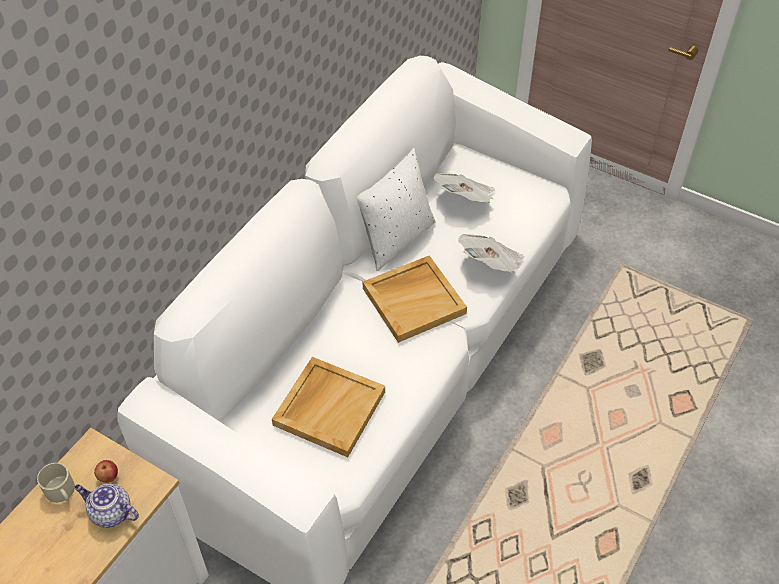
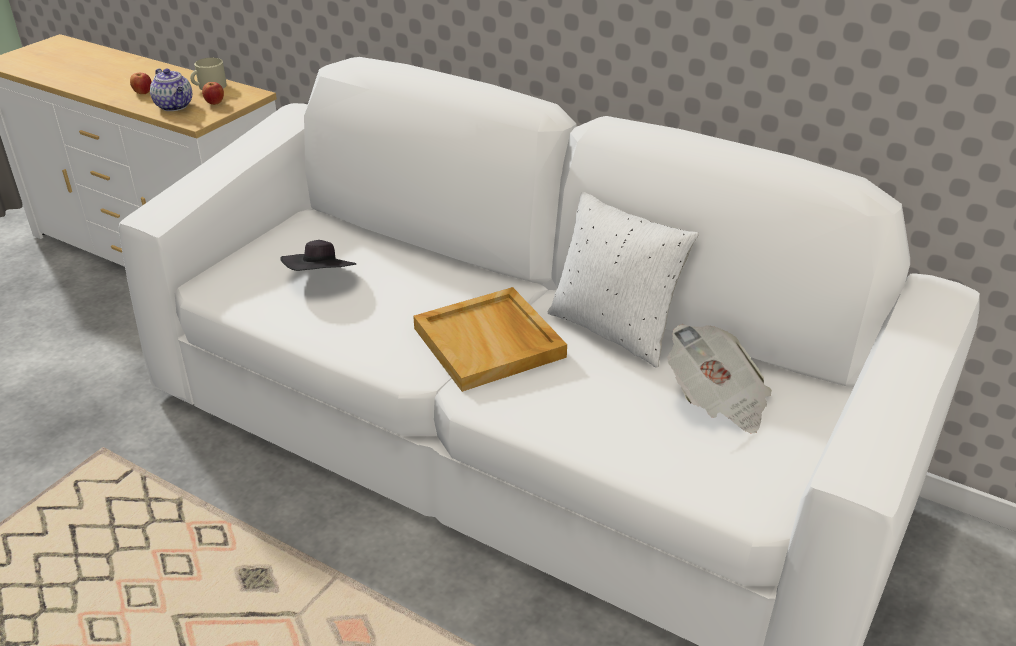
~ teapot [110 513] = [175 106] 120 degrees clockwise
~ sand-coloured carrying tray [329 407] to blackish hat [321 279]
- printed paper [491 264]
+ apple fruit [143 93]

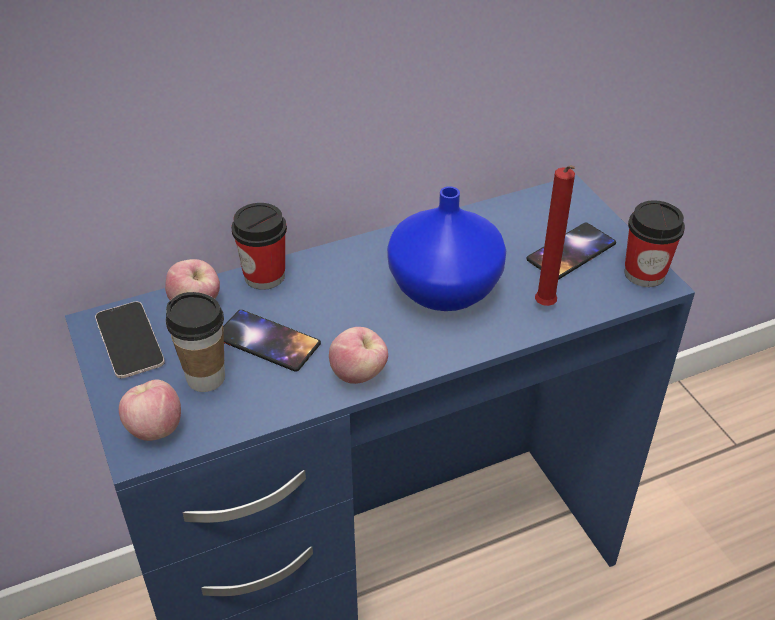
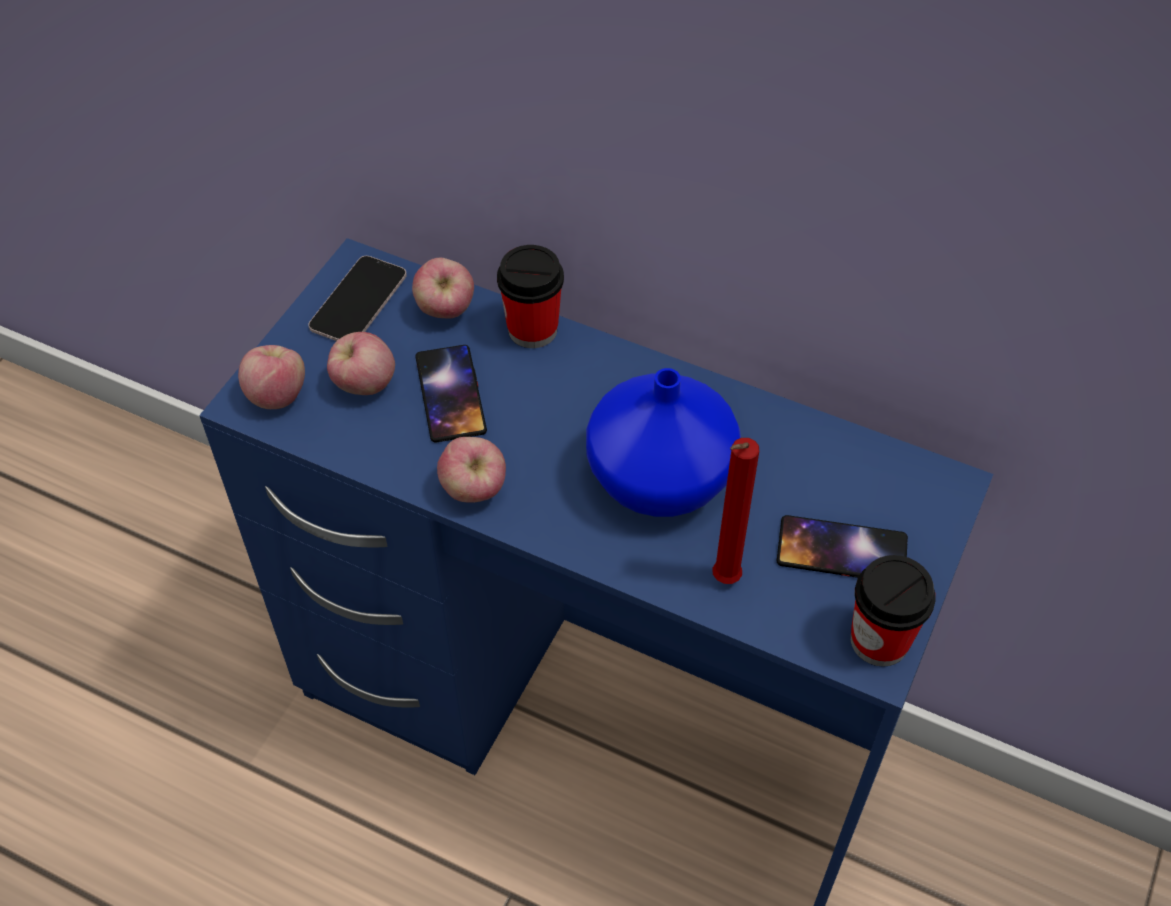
~ small cup [206 378] to apple fruit [364 385]

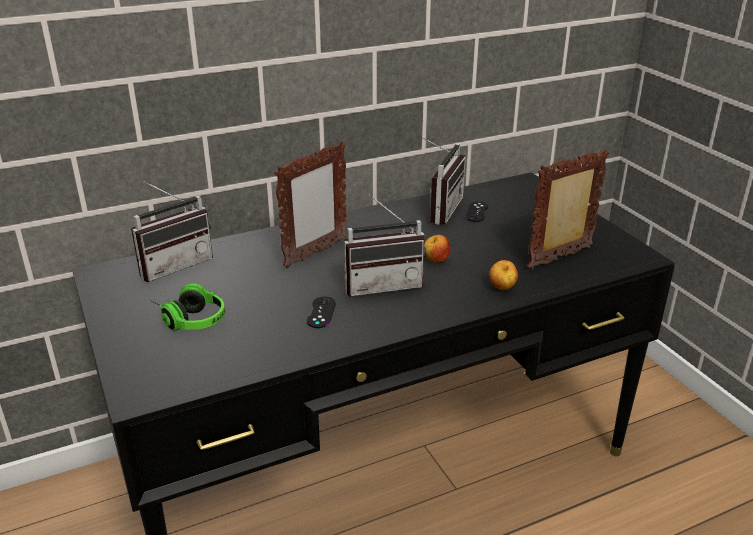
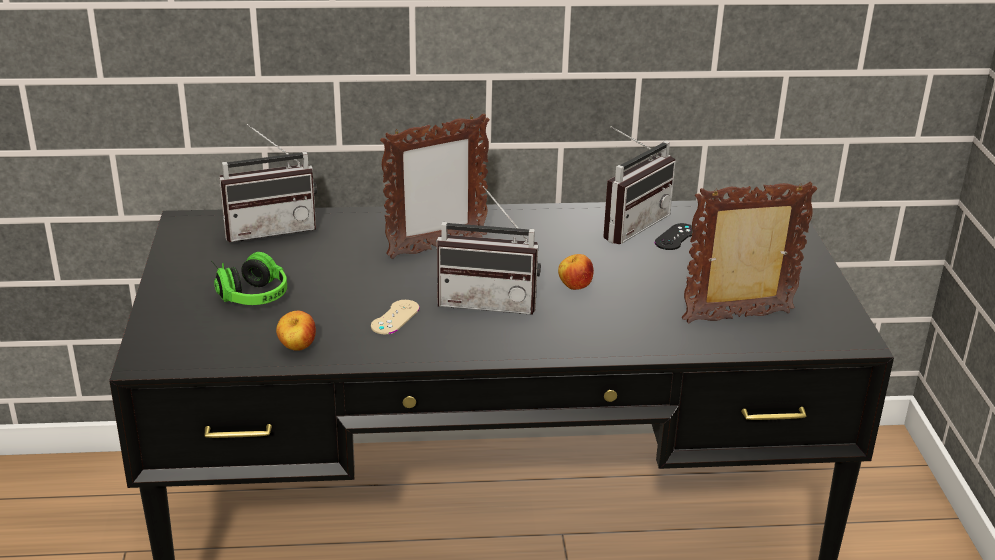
~ blackish joypad [321 312] to sand-coloured joypad [395 317]
~ apple fruit [502 288] to [297 348]

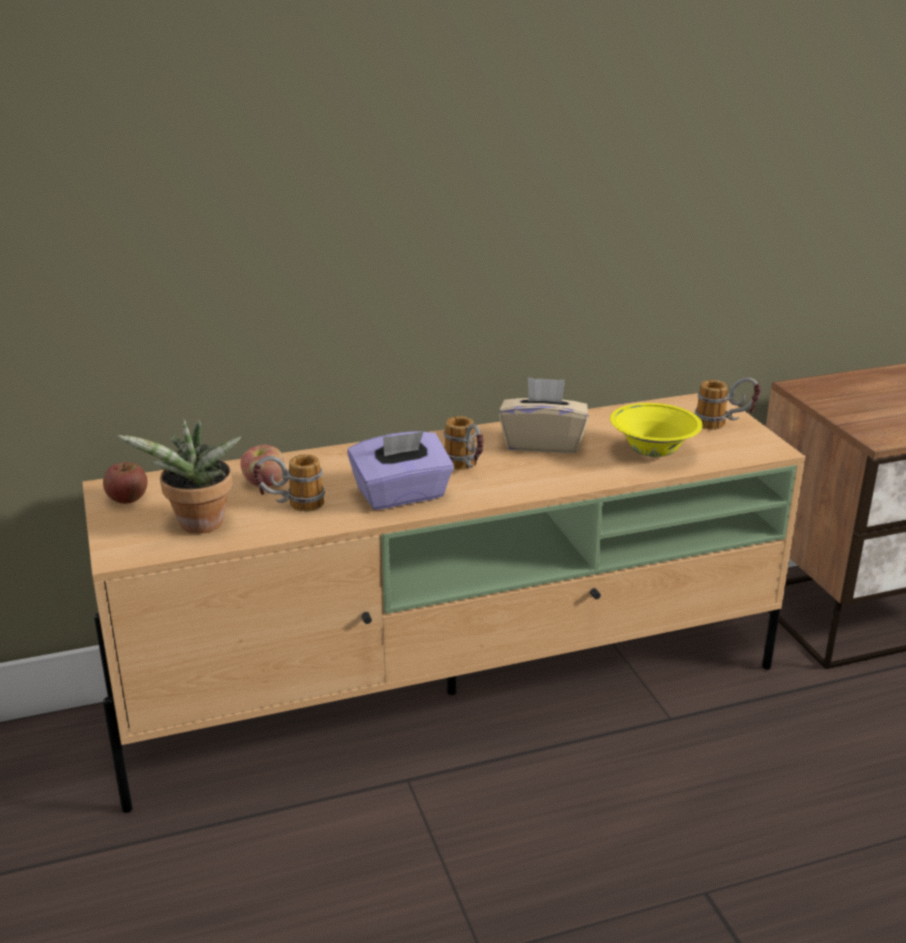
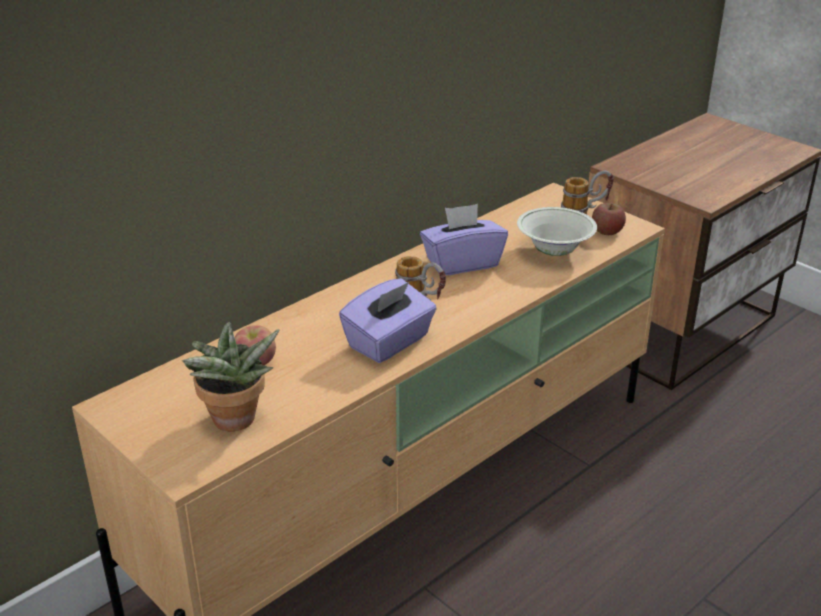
~ apple fruit [127 498] to [607 231]
- tea mug [291 506]
~ sand-coloured box of tissues [543 443] to purplish box of tissues [462 263]
~ yellow-coloured bowl [653 453] to white bowl [554 251]

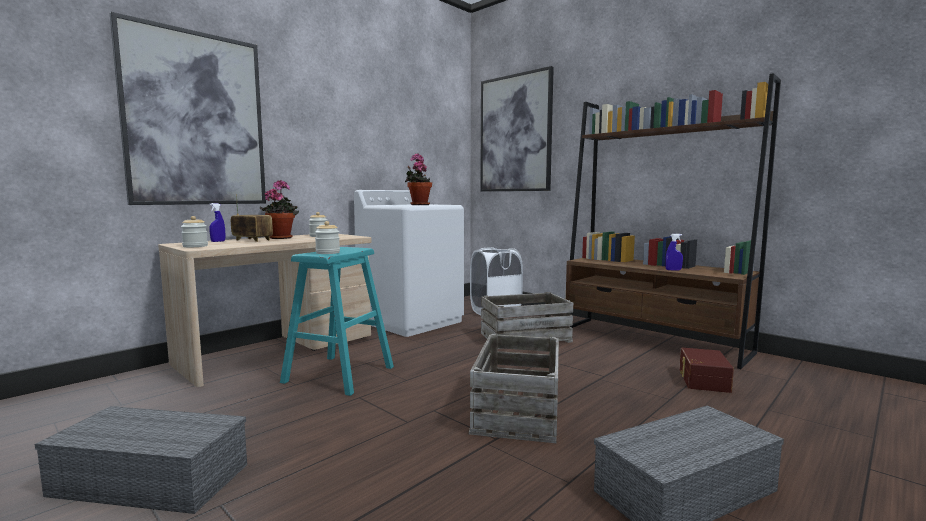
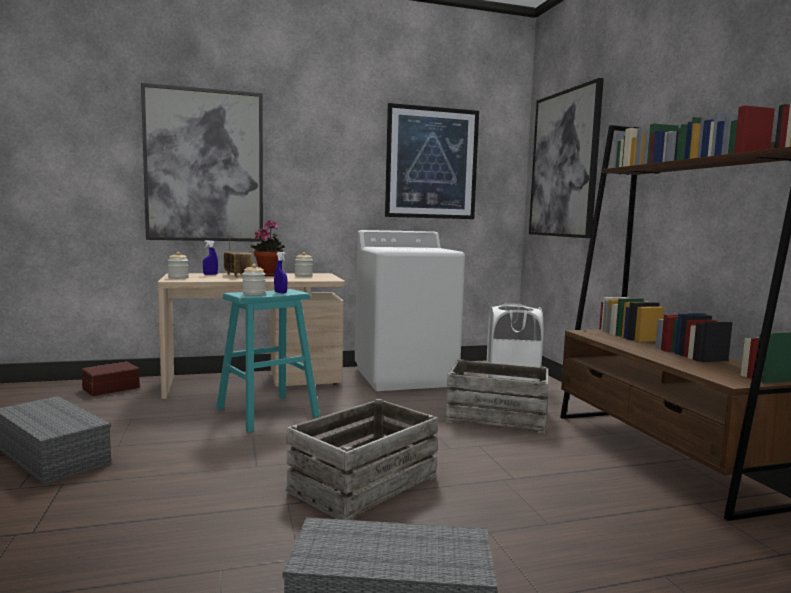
- potted plant [418 205]
~ bluish spray bottle [673 270] to [280 293]
~ brown storage box [702 380] to [110 387]
+ wall art [431 163]

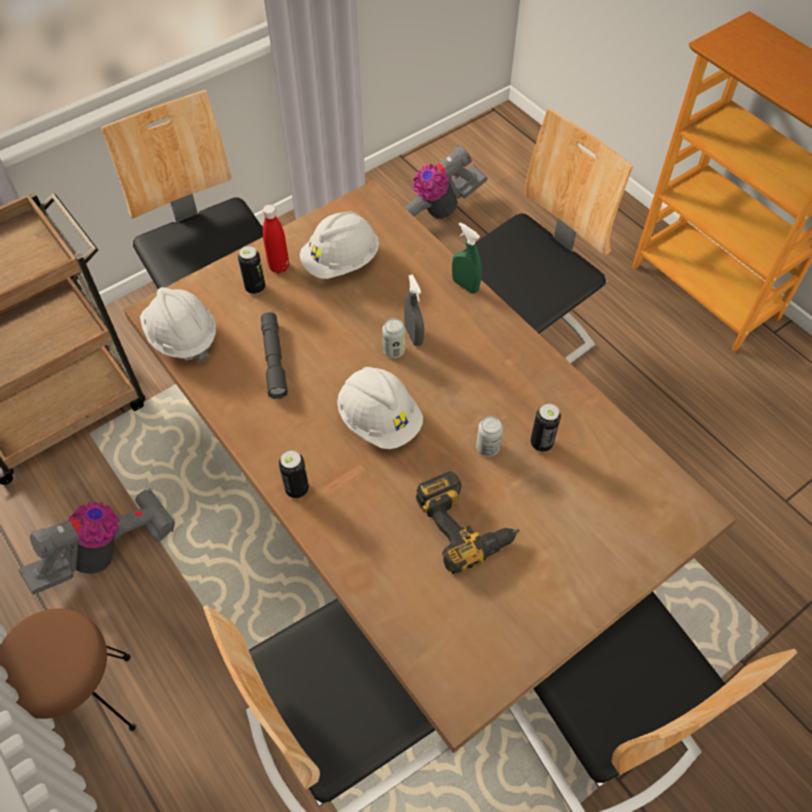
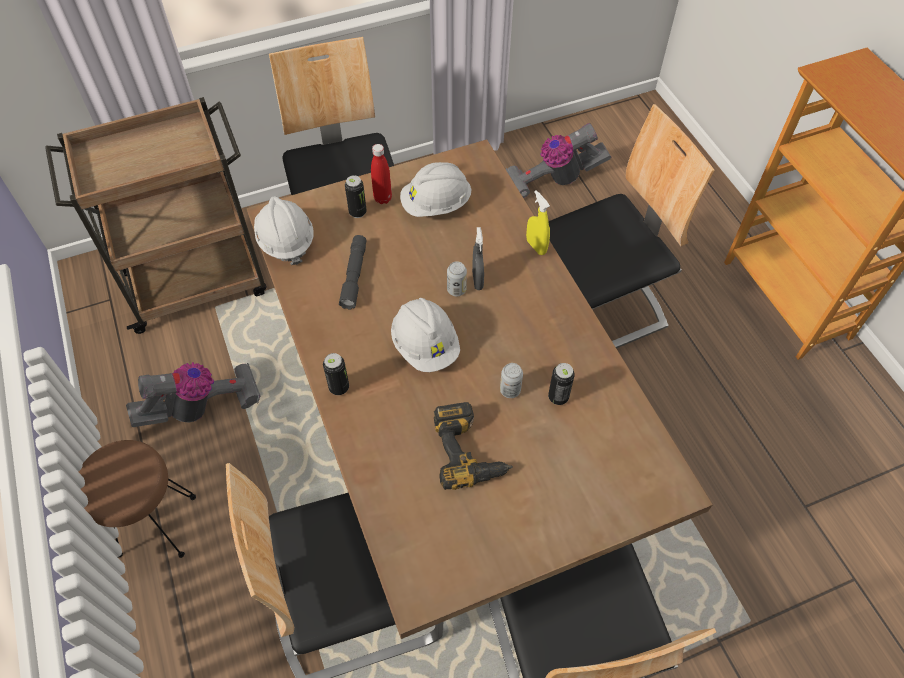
~ greenish spray bottle [465 285] to yellow-coloured spray bottle [536 246]

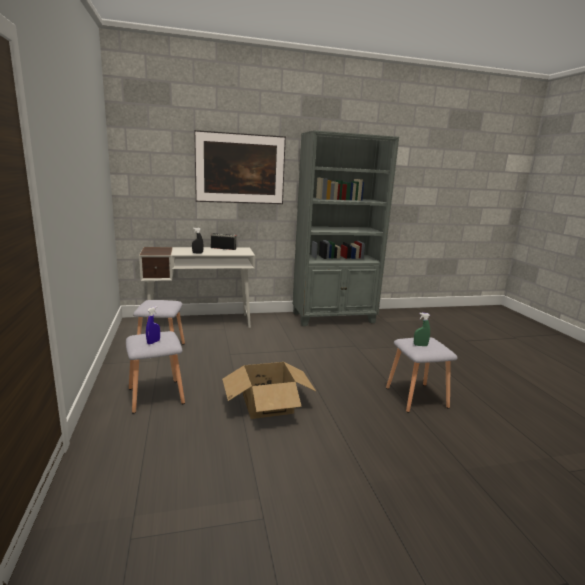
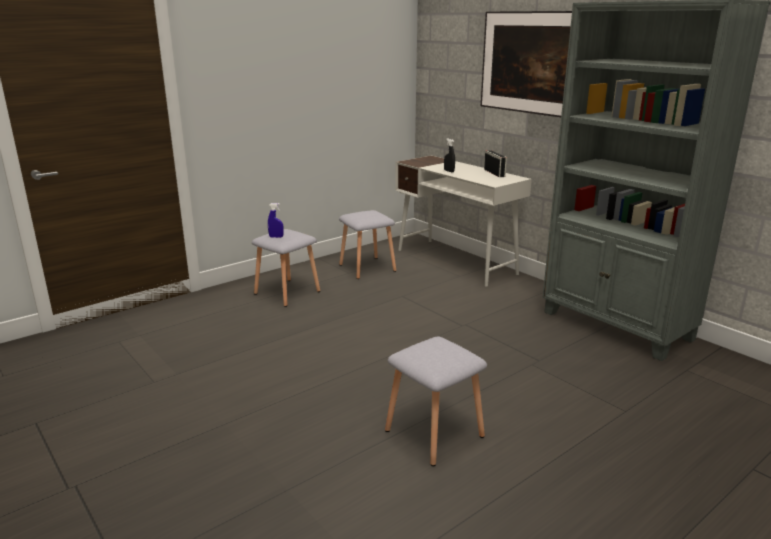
- cardboard box [267 404]
- greenish spray bottle [420 345]

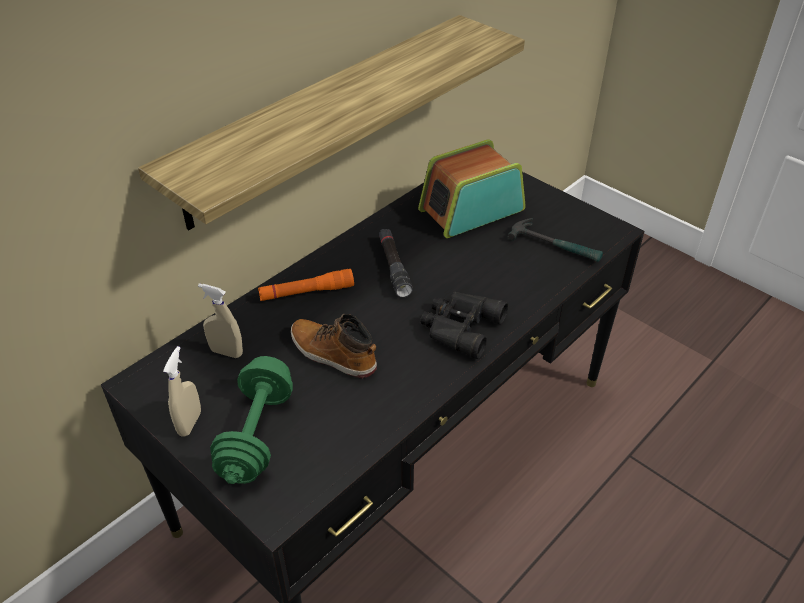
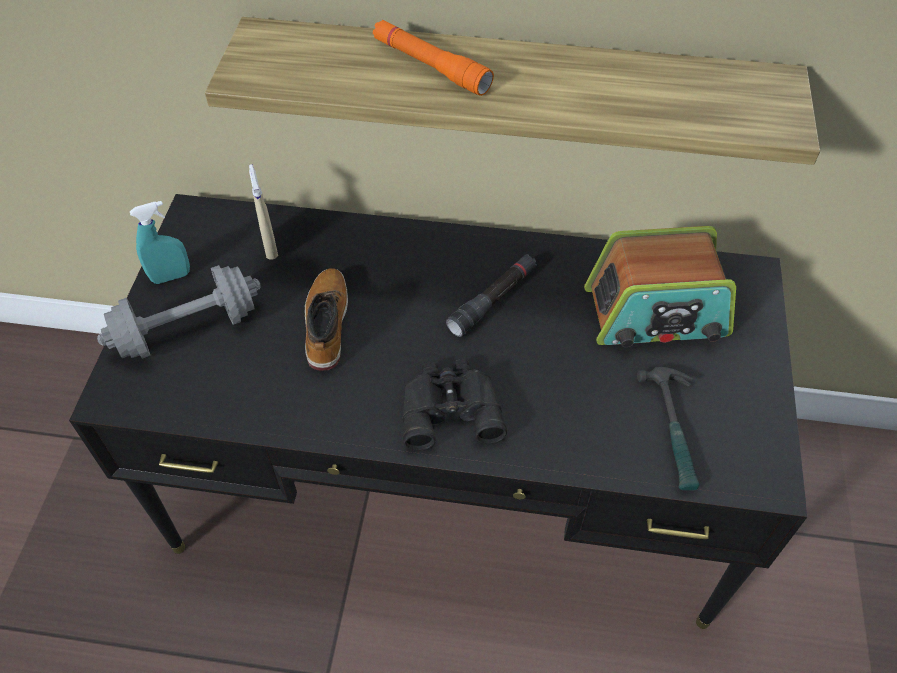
~ sand-coloured spray bottle [190 423] to turquoise spray bottle [171 276]
~ greenish hand weight [257 434] to gray hand weight [188 330]
~ orange hand torch [306 292] to [430 66]
~ radio set [470 210] = [656 313] 150 degrees clockwise

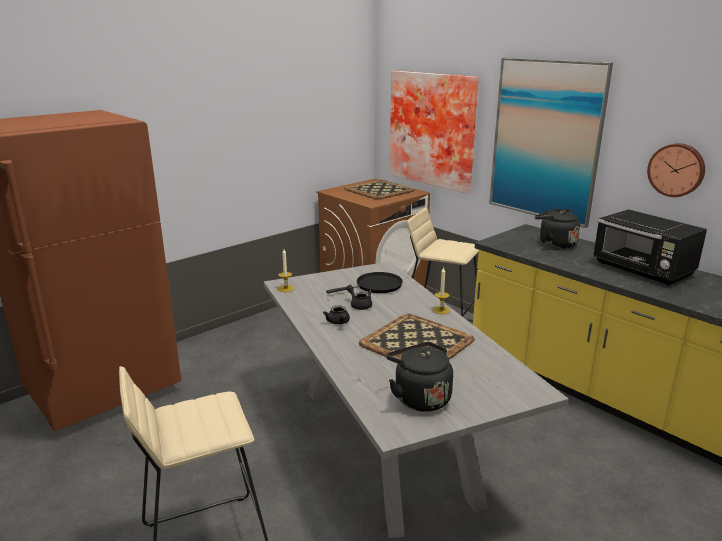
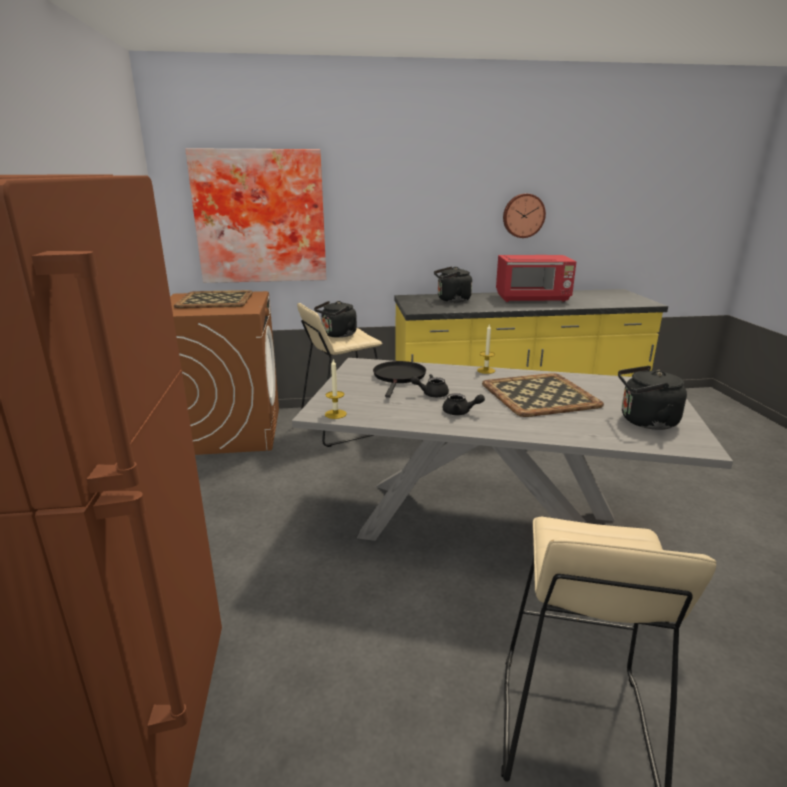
- wall art [545 140]
~ blackish kitchen microwave [643 270] to red kitchen microwave [533 298]
+ blackish tea kettle [337 335]

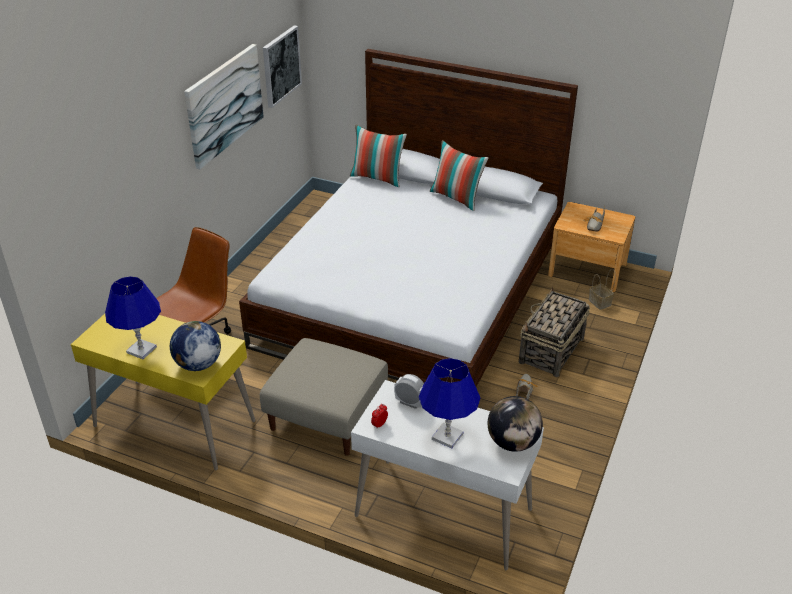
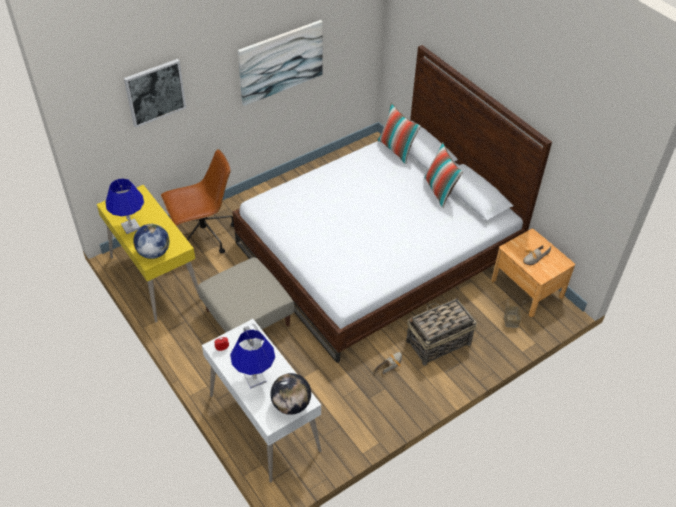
~ wall art [281 66] to [155 92]

